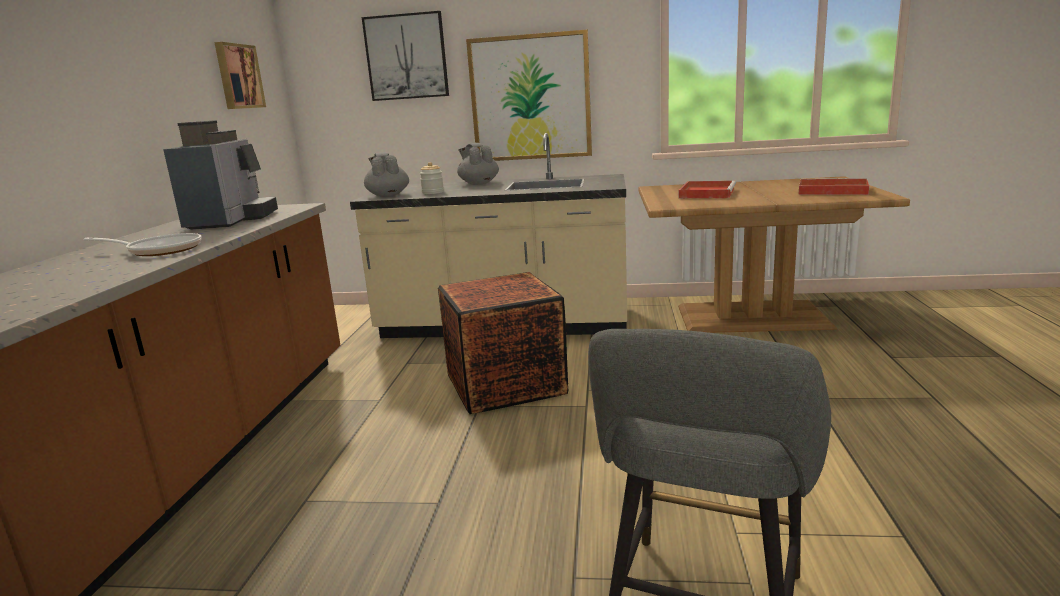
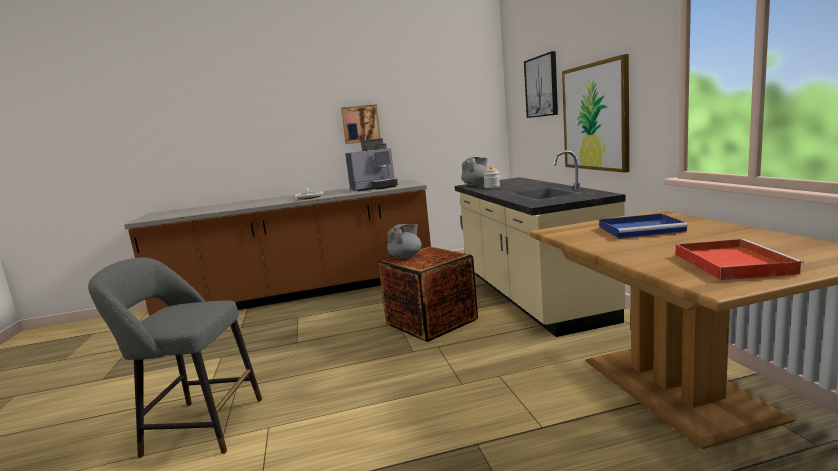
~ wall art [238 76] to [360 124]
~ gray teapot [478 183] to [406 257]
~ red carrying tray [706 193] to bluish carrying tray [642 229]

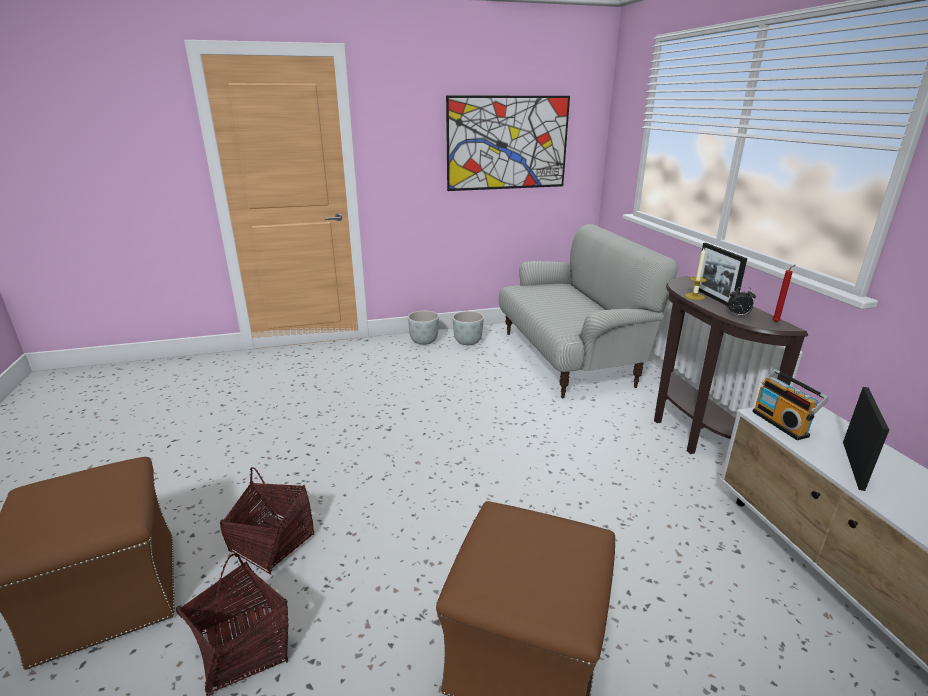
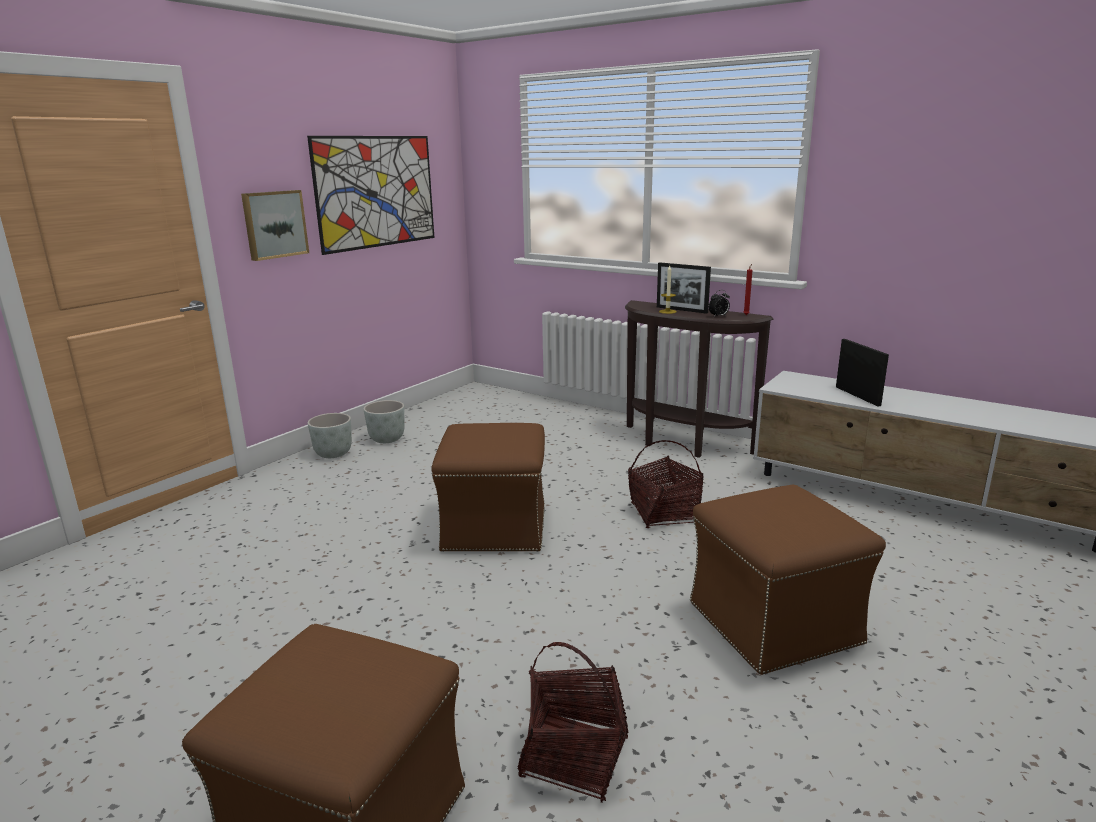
~ household basket [272 543] to [663 513]
- settee [569 357]
- radio set [782 423]
+ wall art [274 224]
+ brown ottoman [494 526]

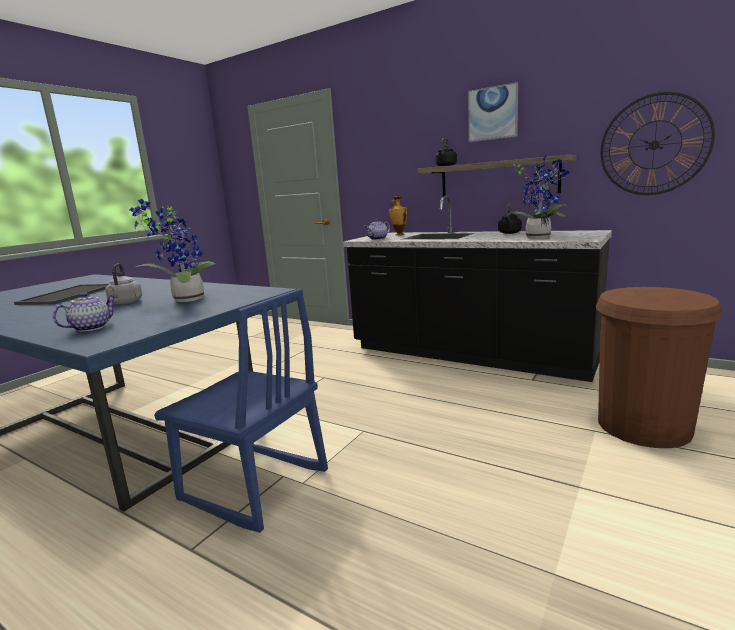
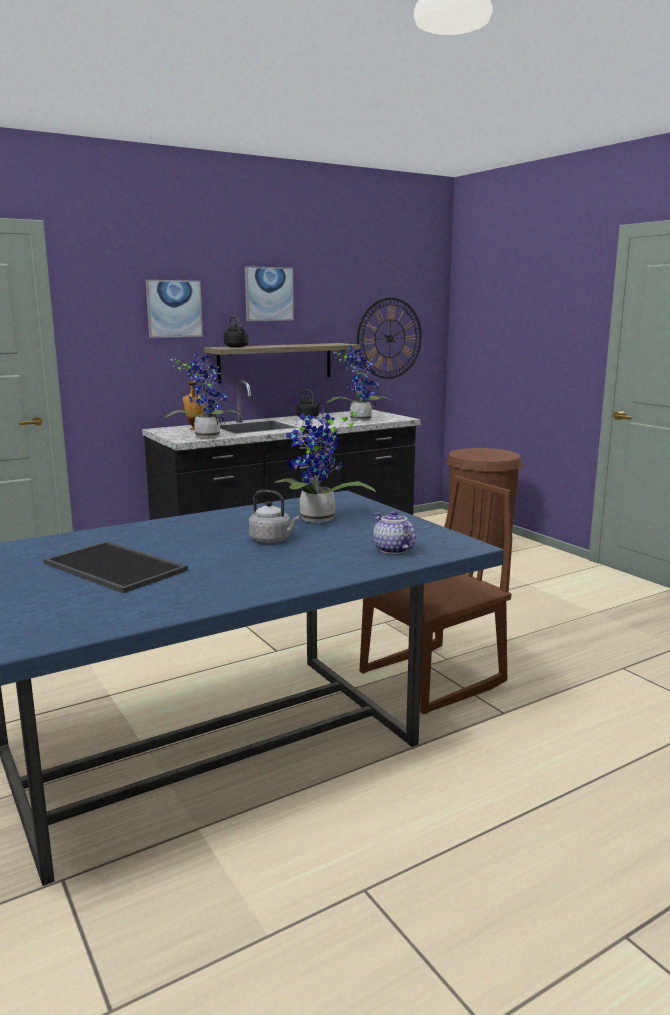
~ bluish chair [253 487] to brown chair [433 679]
~ teapot [378 239] to potted plant [206 436]
+ wall art [174 308]

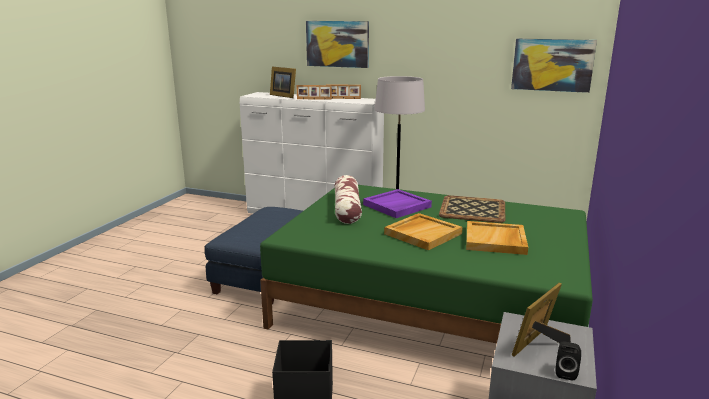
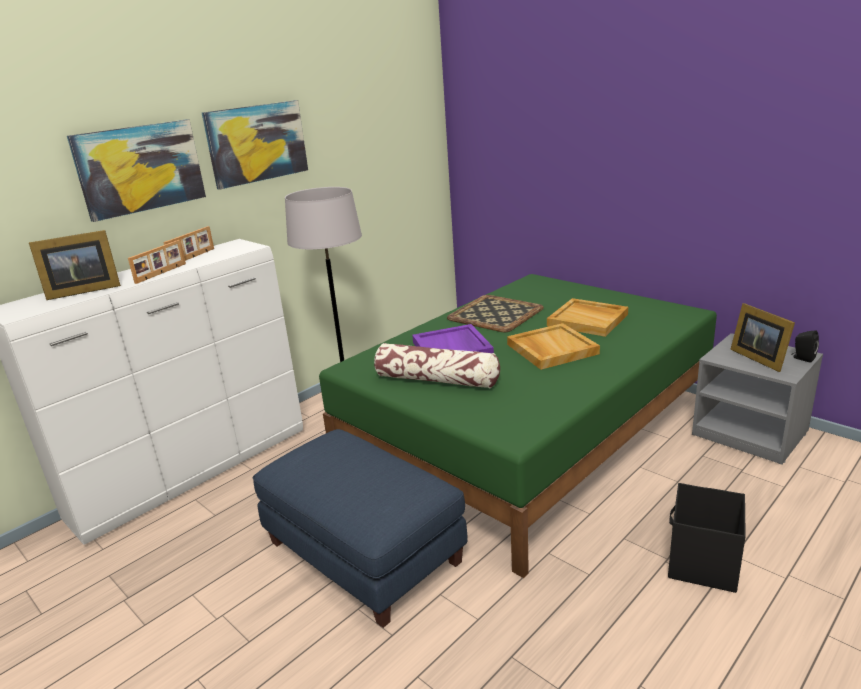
~ wall art [552 65] to [257 143]

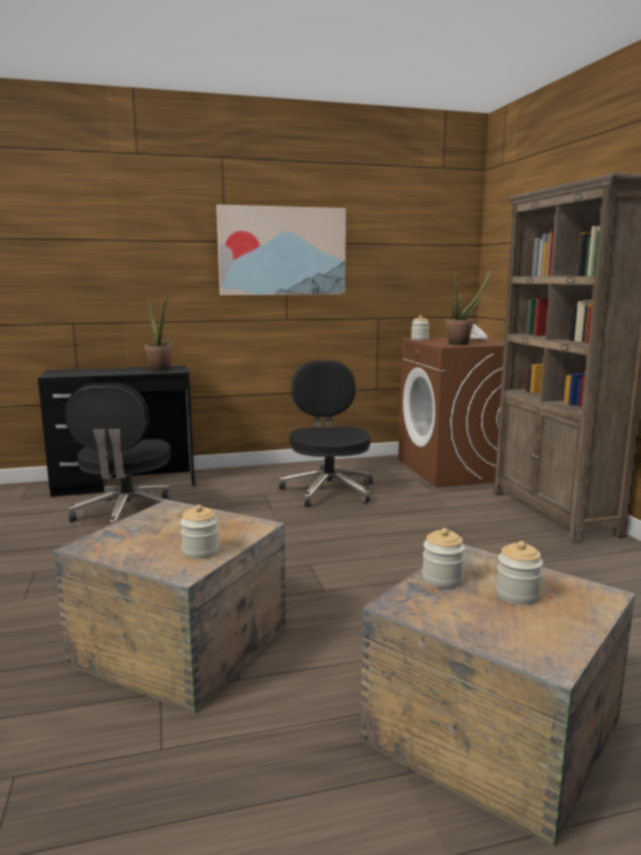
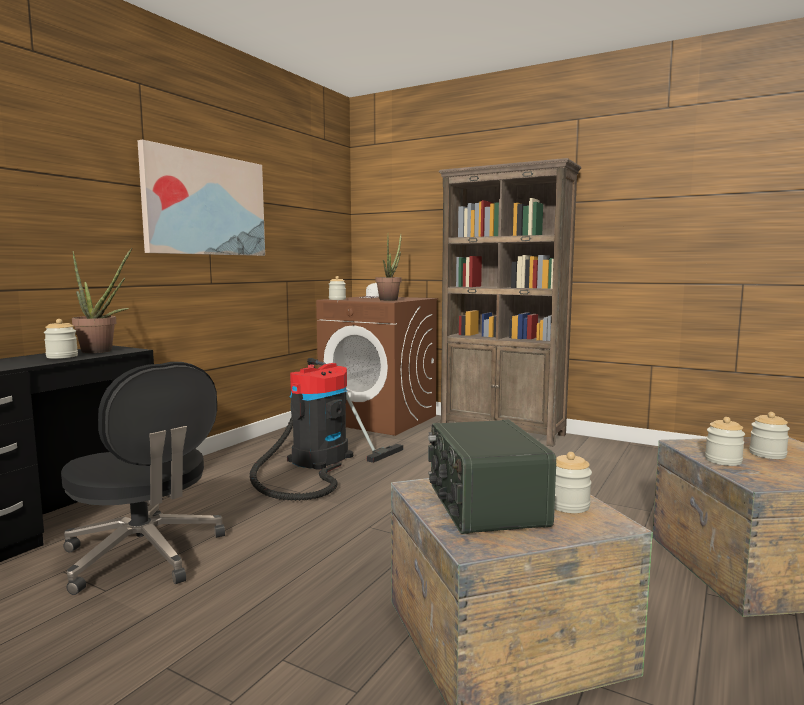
~ blackish computer chair [328 490] to hoover [316 462]
+ preserve jar [62 356]
+ radio set [484 505]

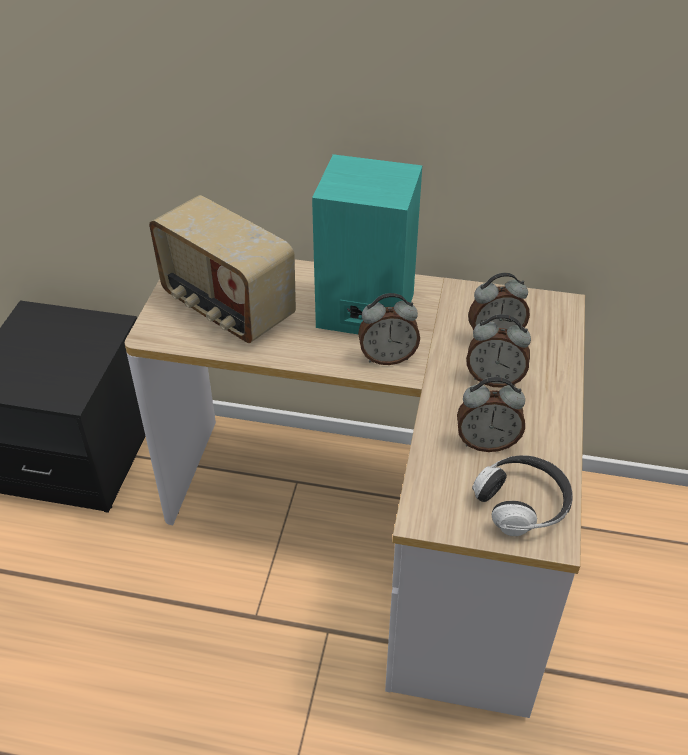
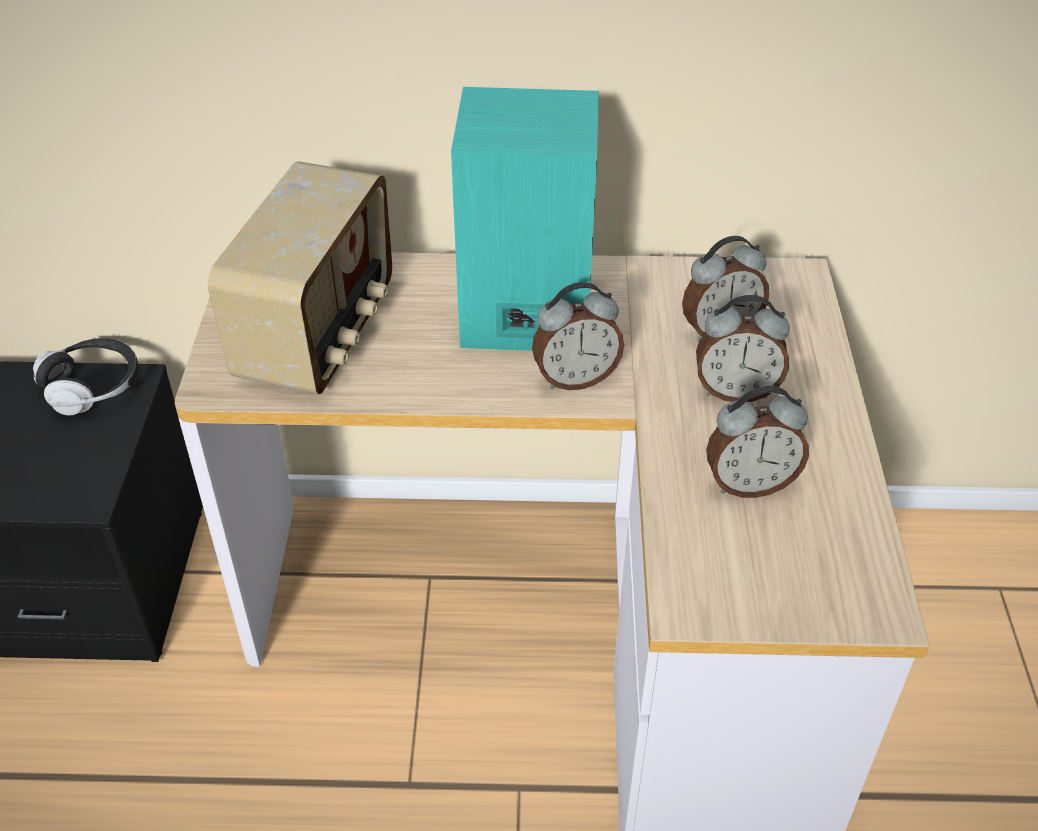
~ radio set [226 308] = [320 334] 105 degrees counterclockwise
~ headphones [522 504] to [93 387]

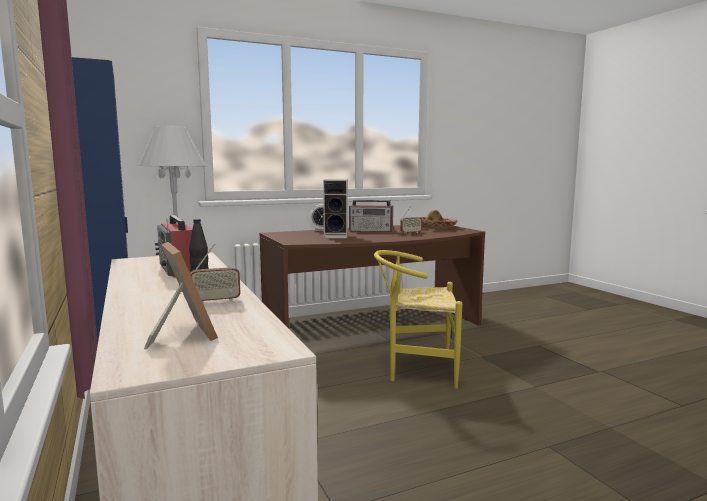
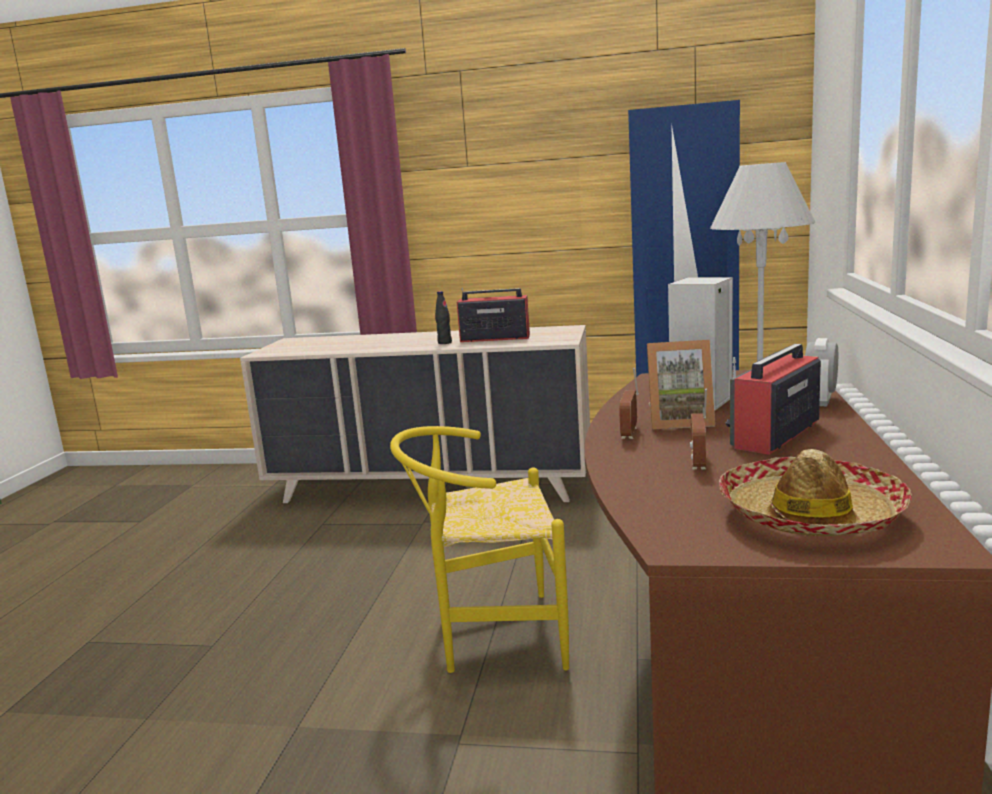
~ photo frame [181 335] to [679 422]
~ radio set [216 301] to [629 433]
~ yellow-coloured chair [415 369] = [490 637] 135 degrees counterclockwise

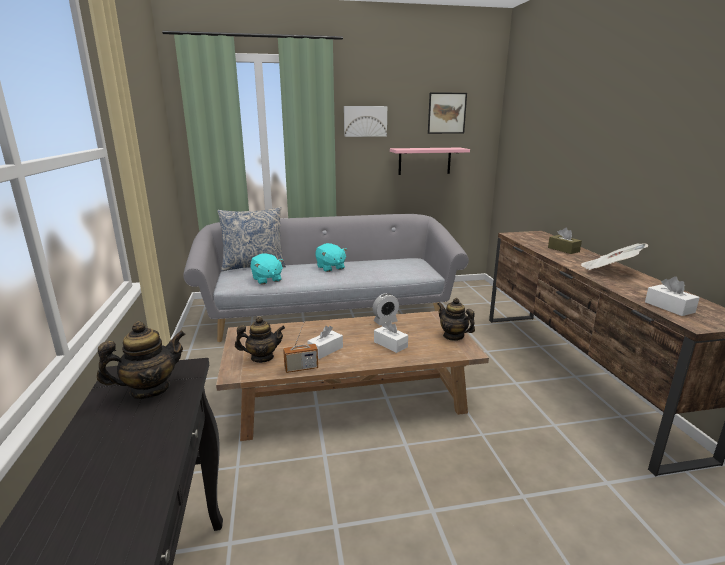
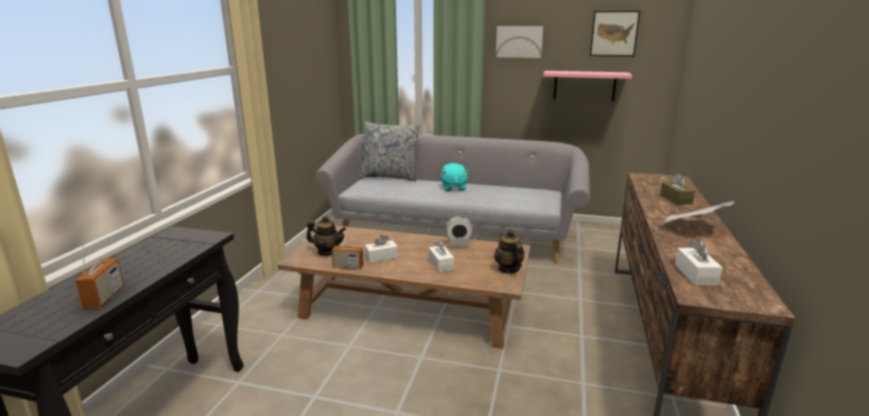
- teapot [149 389]
- turquoise soft toy [266 279]
+ radio set [105 297]

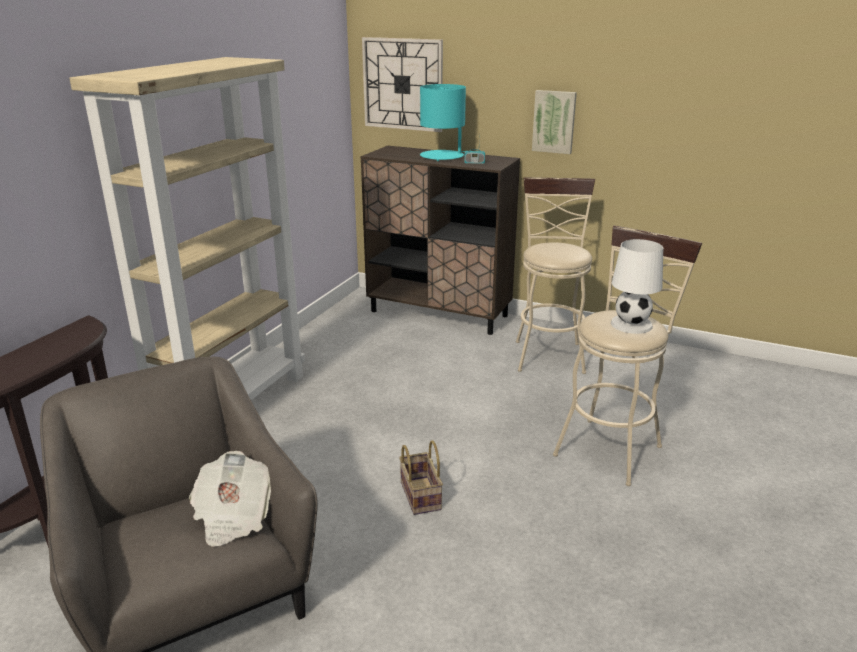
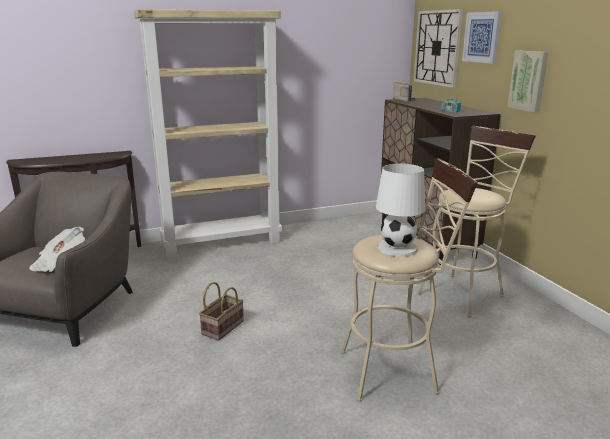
- turquoise tabletop lamp [442 156]
+ radio set [404 100]
+ wall art [482 37]

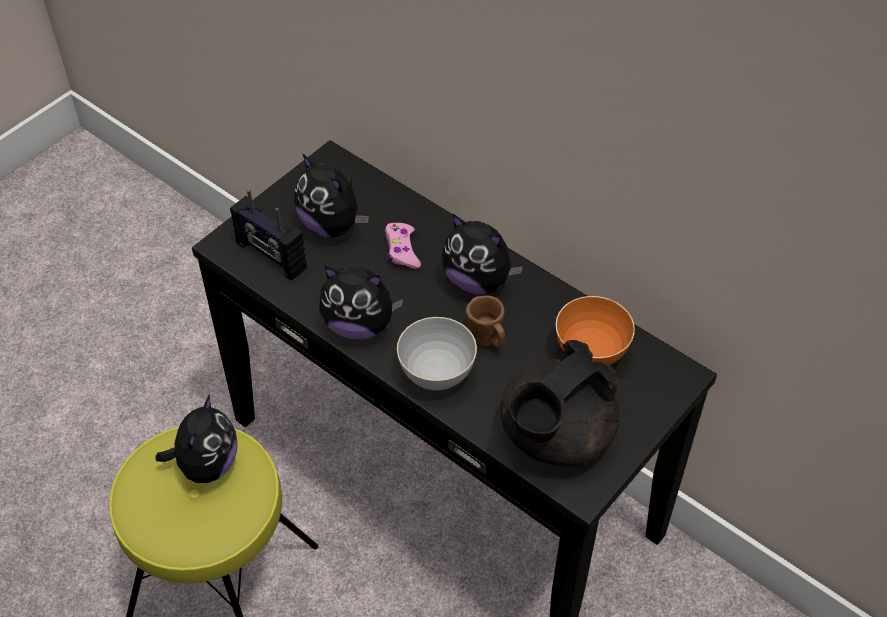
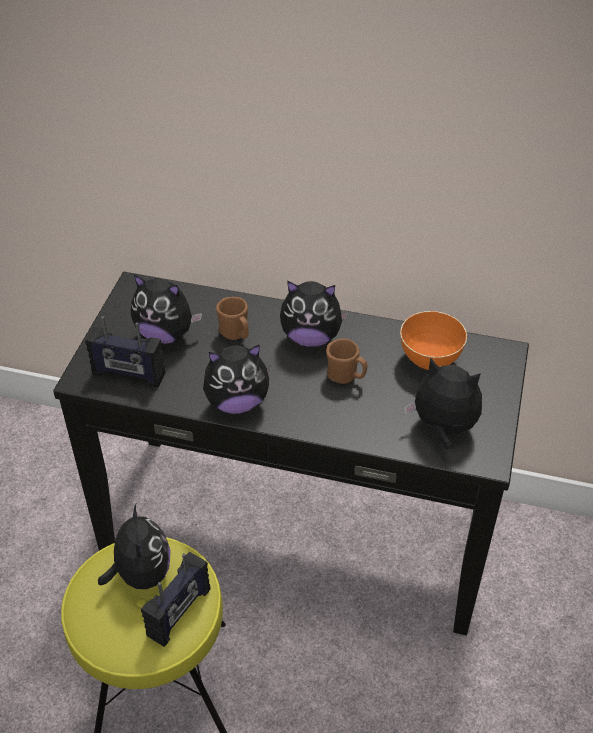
~ pinkish joypad [402 250] to brown tea mug [236 334]
- gray bowl [436 374]
~ blackish teapot [555 436] to soft toy [442 428]
+ radio set [180 613]

